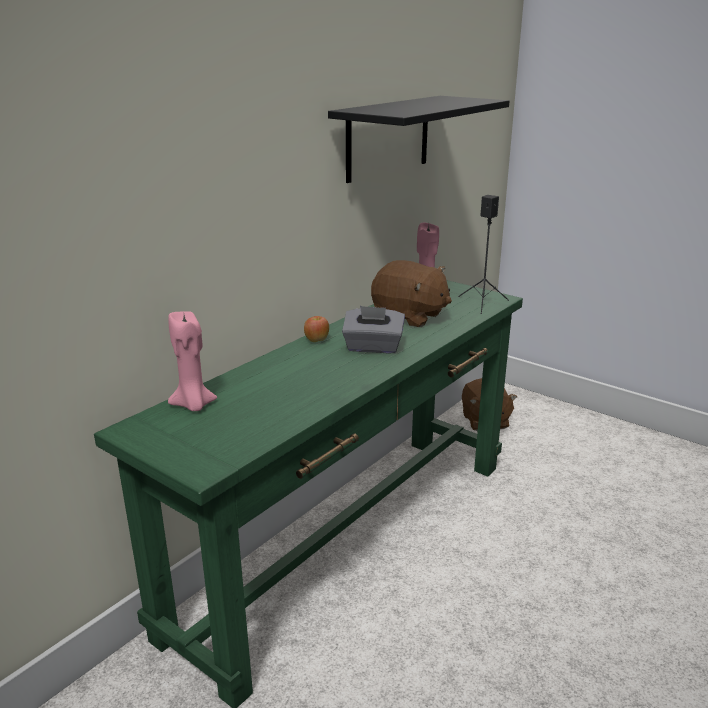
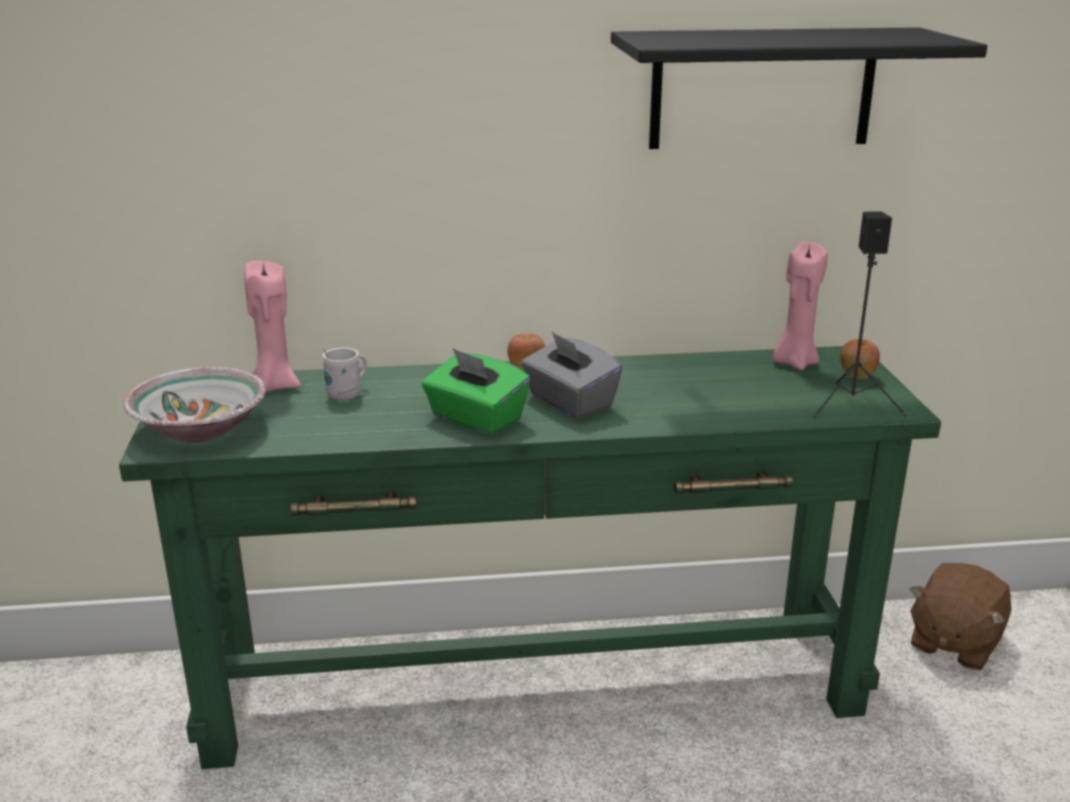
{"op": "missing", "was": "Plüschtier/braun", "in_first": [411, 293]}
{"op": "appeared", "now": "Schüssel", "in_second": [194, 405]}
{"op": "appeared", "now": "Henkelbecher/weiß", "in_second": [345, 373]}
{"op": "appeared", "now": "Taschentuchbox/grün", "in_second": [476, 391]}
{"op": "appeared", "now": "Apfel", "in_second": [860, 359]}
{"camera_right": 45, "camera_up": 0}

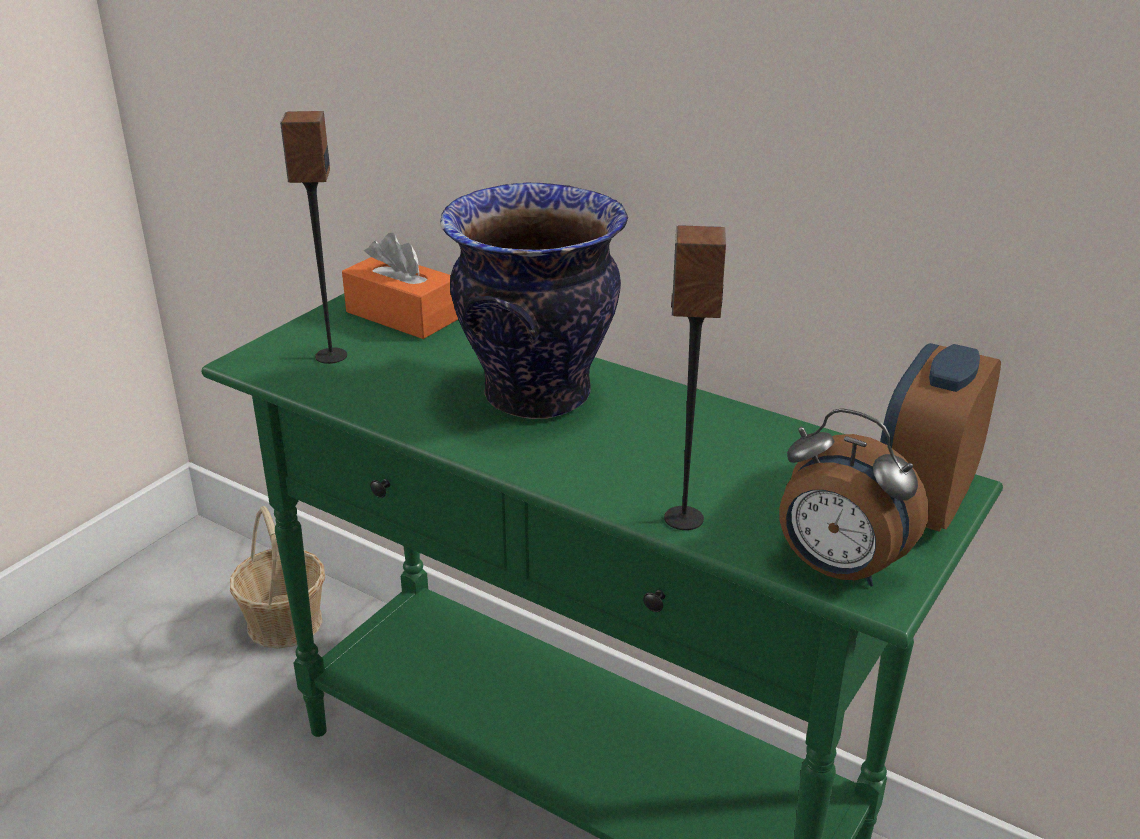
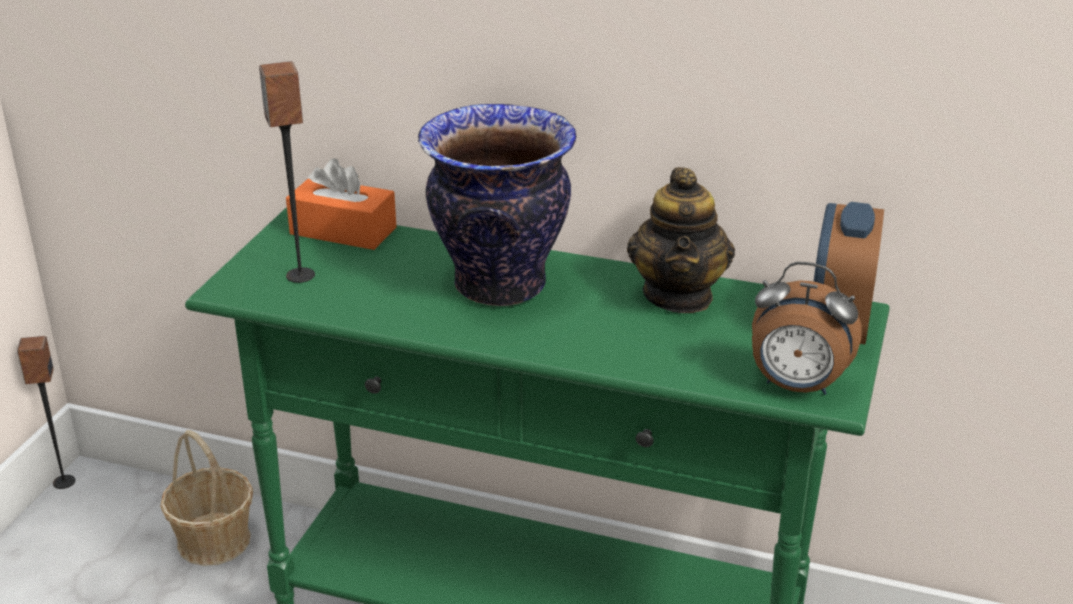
{"op": "relocated", "was": "Lautsprecher", "in_first": [695, 377], "in_second": [46, 412]}
{"op": "appeared", "now": "Teekanne", "in_second": [681, 240]}
{"camera_right": -15, "camera_up": 0}

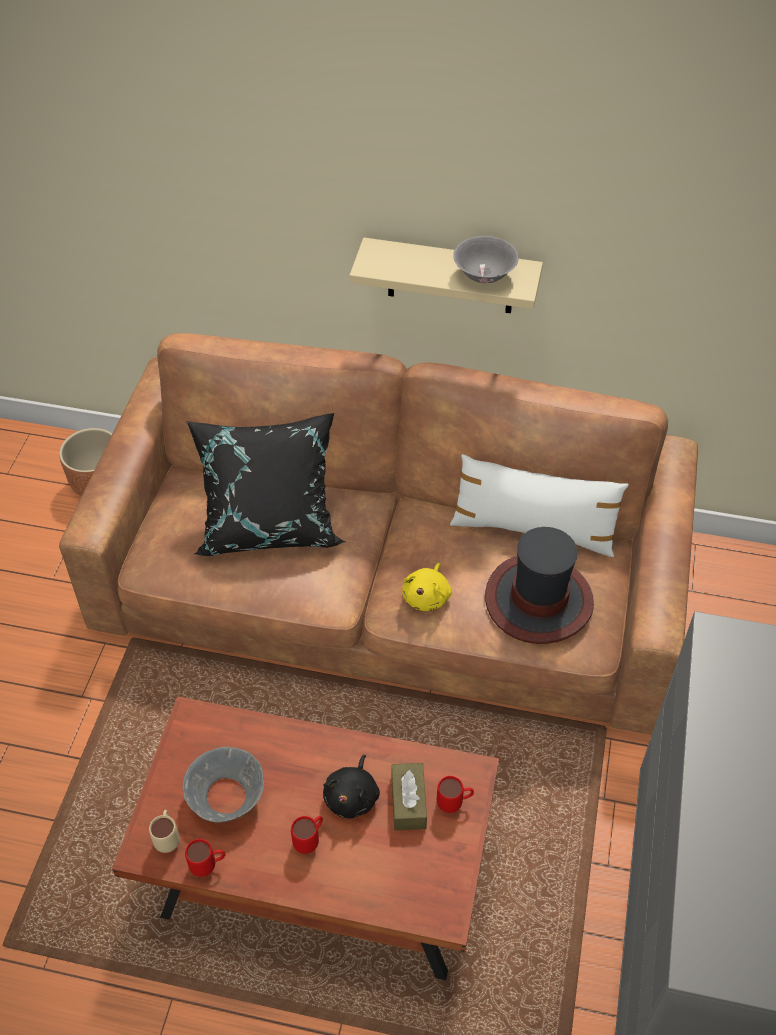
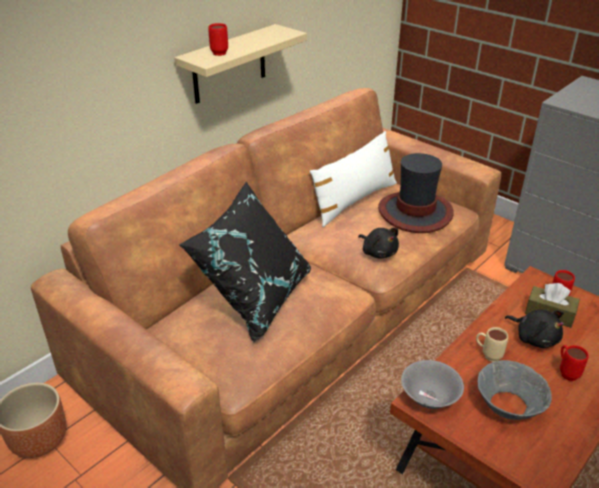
{"op": "relocated", "was": "Henkelbecher/beige", "in_first": [164, 831], "in_second": [492, 344]}
{"op": "relocated", "was": "Henkelbecher/rot", "in_first": [205, 858], "in_second": [218, 39]}
{"op": "colour", "was": "Plüschtier/gelb", "now": "Plüschtier/schwarz", "in_first": [427, 587], "in_second": [378, 243]}
{"op": "relocated", "was": "Schüssel/grau", "in_first": [486, 259], "in_second": [432, 384]}
{"camera_right": -60, "camera_up": -15}

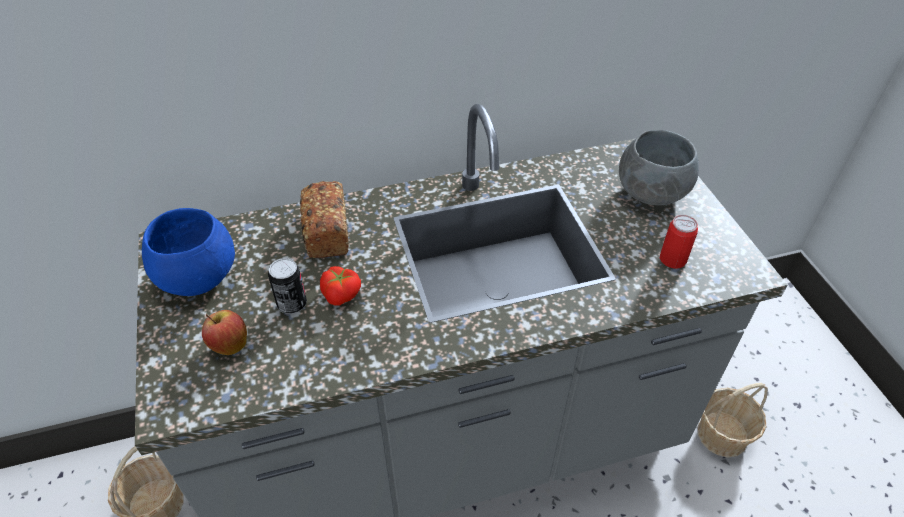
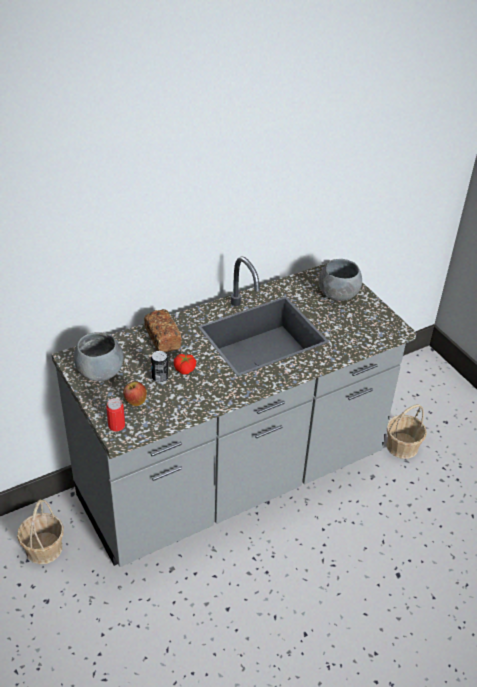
{"op": "colour", "was": "Schüssel/blau", "now": "Schüssel/grau", "in_first": [188, 252], "in_second": [98, 356]}
{"op": "relocated", "was": "Dose", "in_first": [679, 242], "in_second": [115, 414]}
{"camera_right": -15, "camera_up": -5}

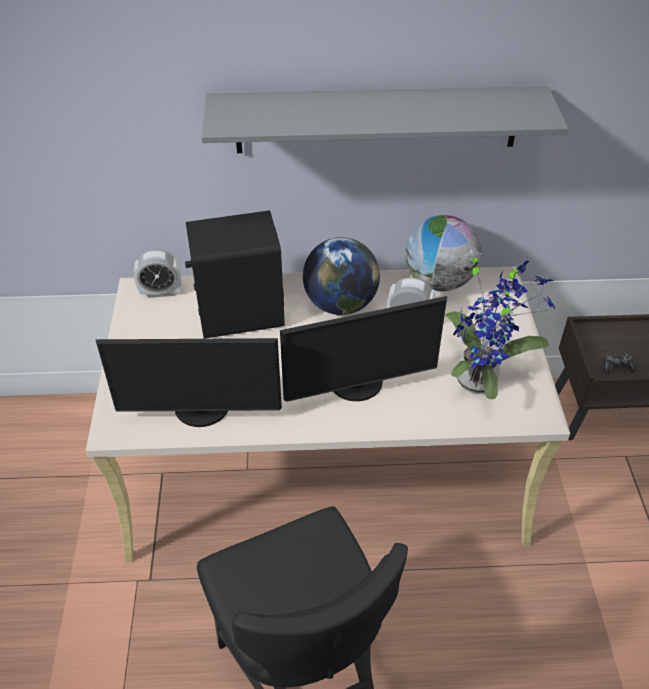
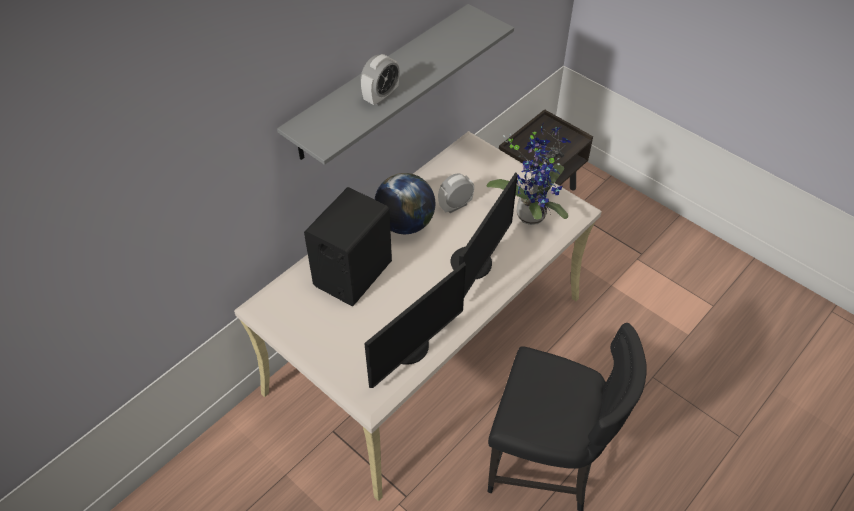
{"op": "relocated", "was": "Wecker", "in_first": [157, 273], "in_second": [380, 80]}
{"op": "missing", "was": "Globus", "in_first": [443, 253]}
{"camera_right": -45, "camera_up": 5}

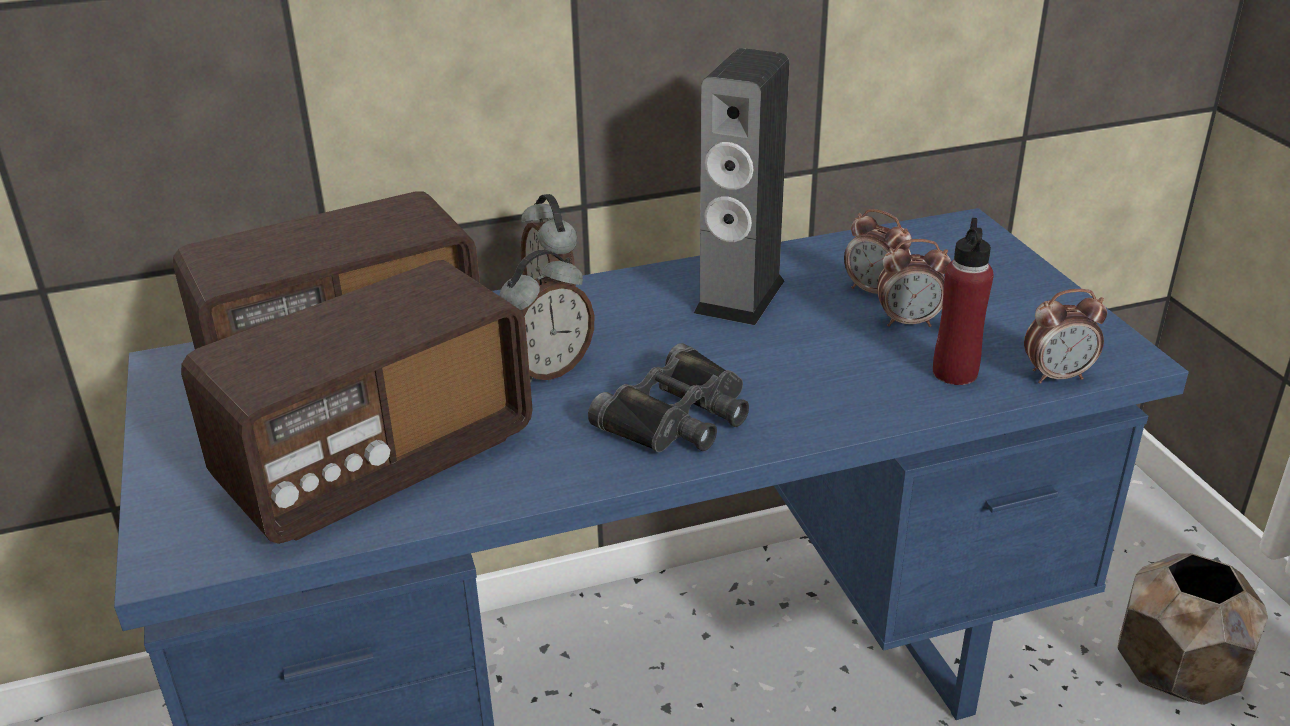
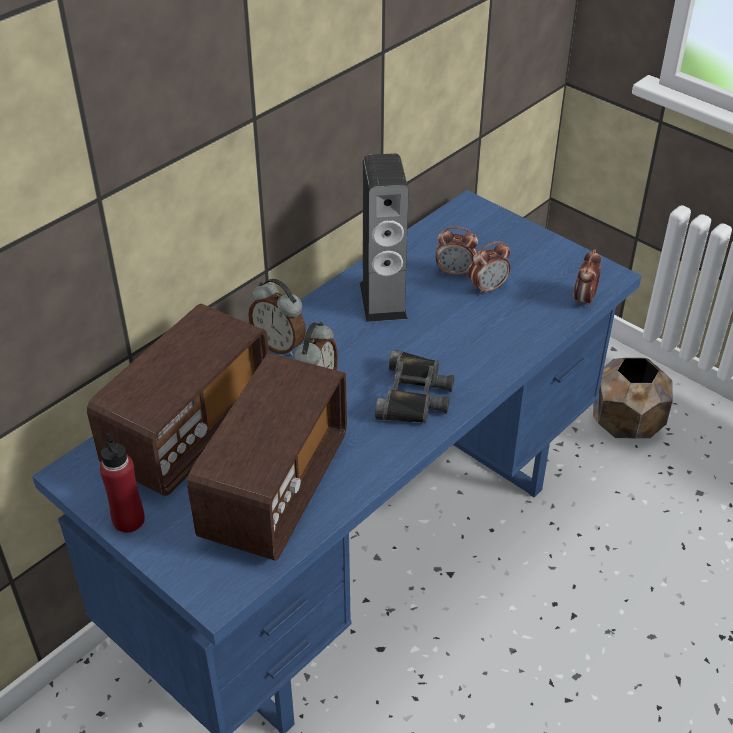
{"op": "relocated", "was": "Flasche/rot", "in_first": [963, 301], "in_second": [122, 483]}
{"op": "spun", "was": "Wecker", "in_first": [1065, 336], "in_second": [587, 278], "clockwise": 150}
{"camera_right": -30, "camera_up": 10}

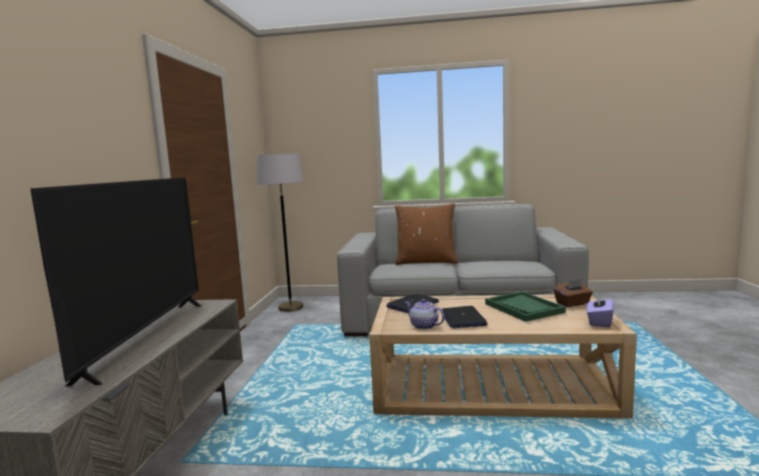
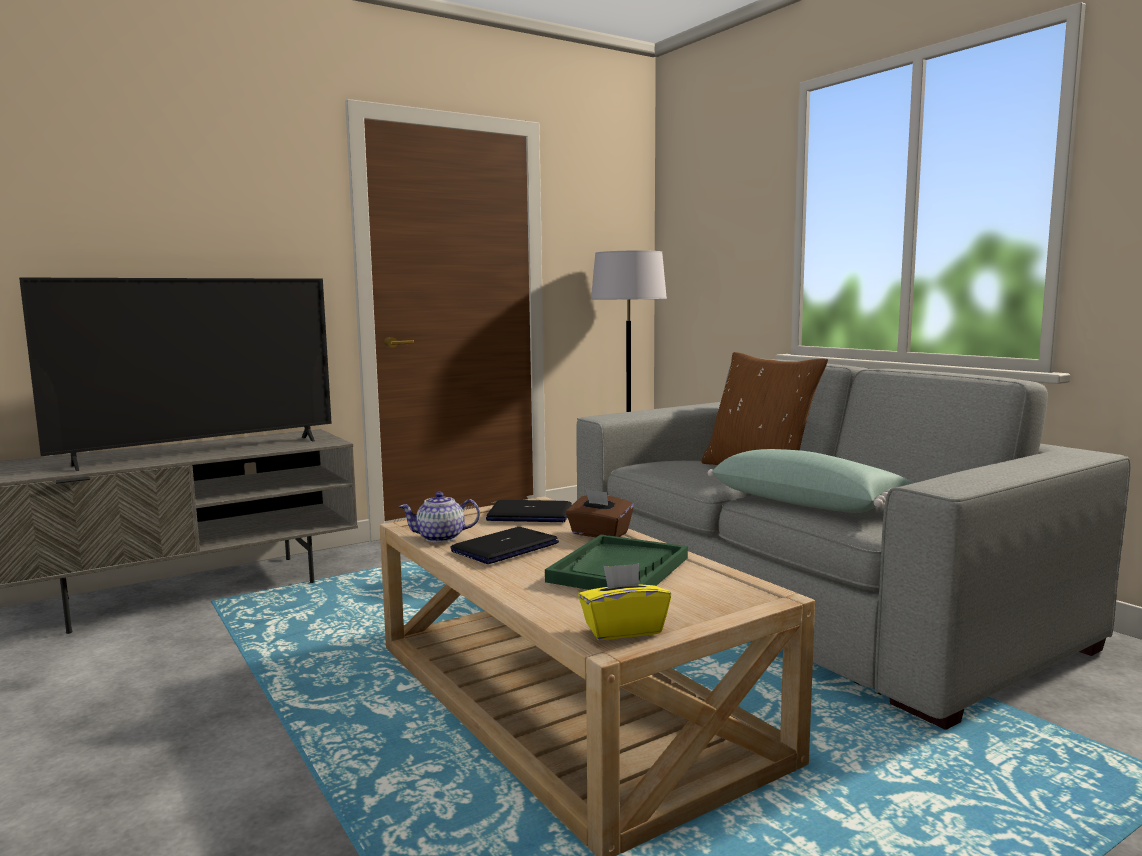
{"op": "spun", "was": "Teekanne", "in_first": [425, 314], "in_second": [439, 517], "clockwise": -105}
{"op": "relocated", "was": "Taschentuchbox/braun", "in_first": [573, 293], "in_second": [600, 513]}
{"op": "colour", "was": "Taschentuchbox/lila", "now": "Taschentuchbox/gelb", "in_first": [600, 310], "in_second": [624, 601]}
{"op": "appeared", "now": "Kissen/grün", "in_second": [810, 481]}
{"camera_right": 50, "camera_up": 0}

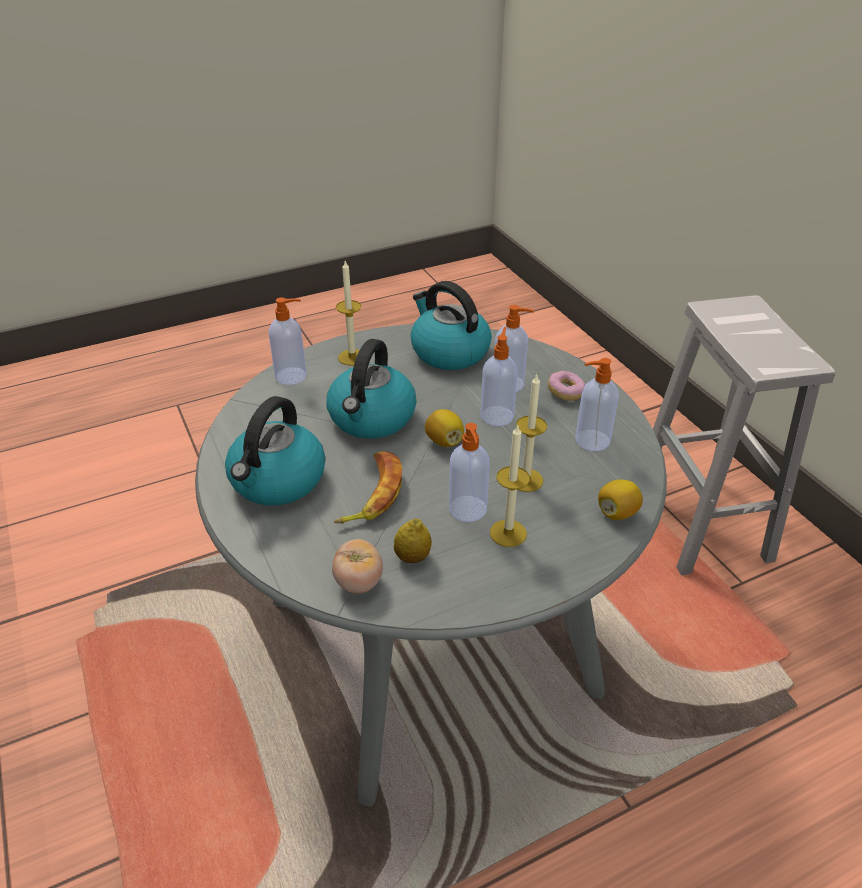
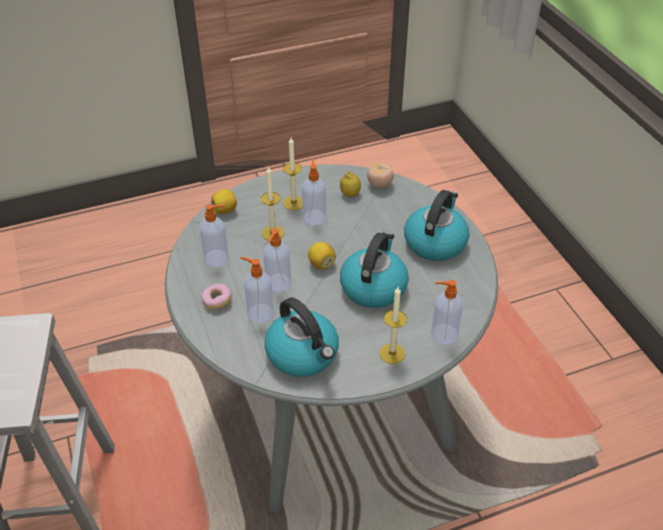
{"op": "missing", "was": "Banane", "in_first": [368, 487]}
{"camera_right": -175, "camera_up": 5}

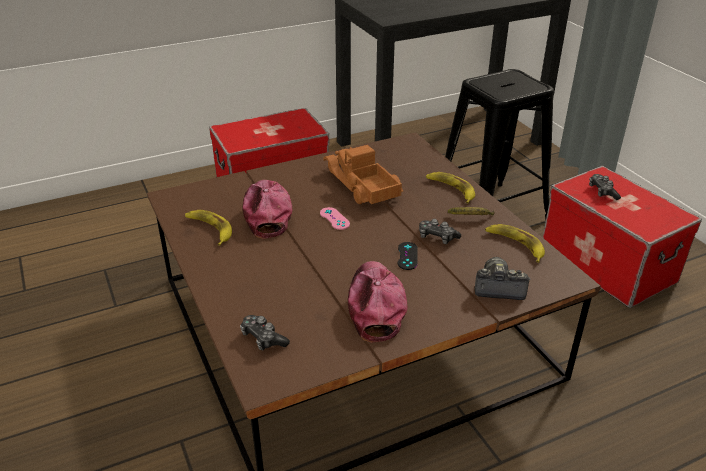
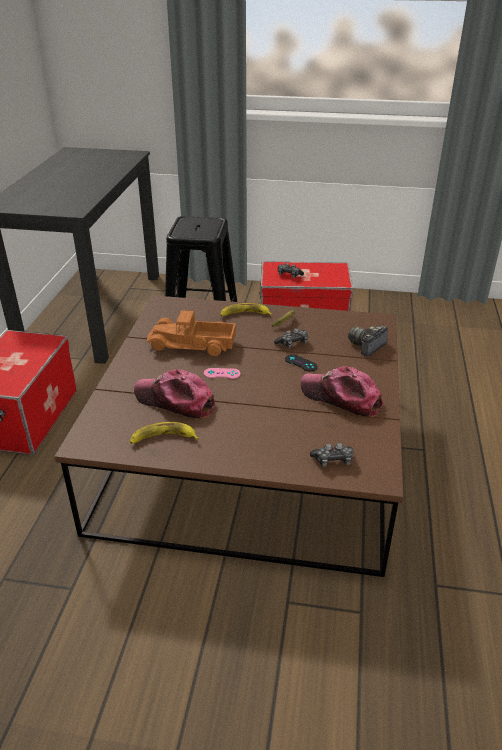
{"op": "missing", "was": "Banane", "in_first": [515, 243]}
{"camera_right": -55, "camera_up": 0}

